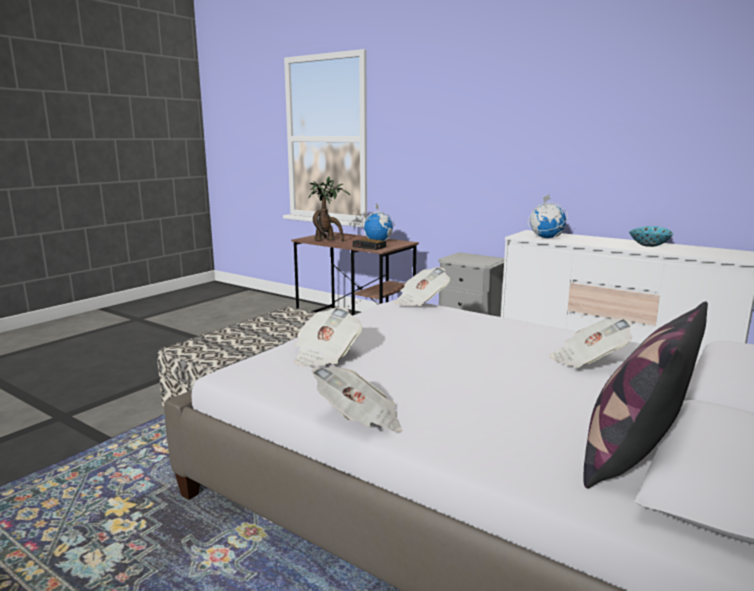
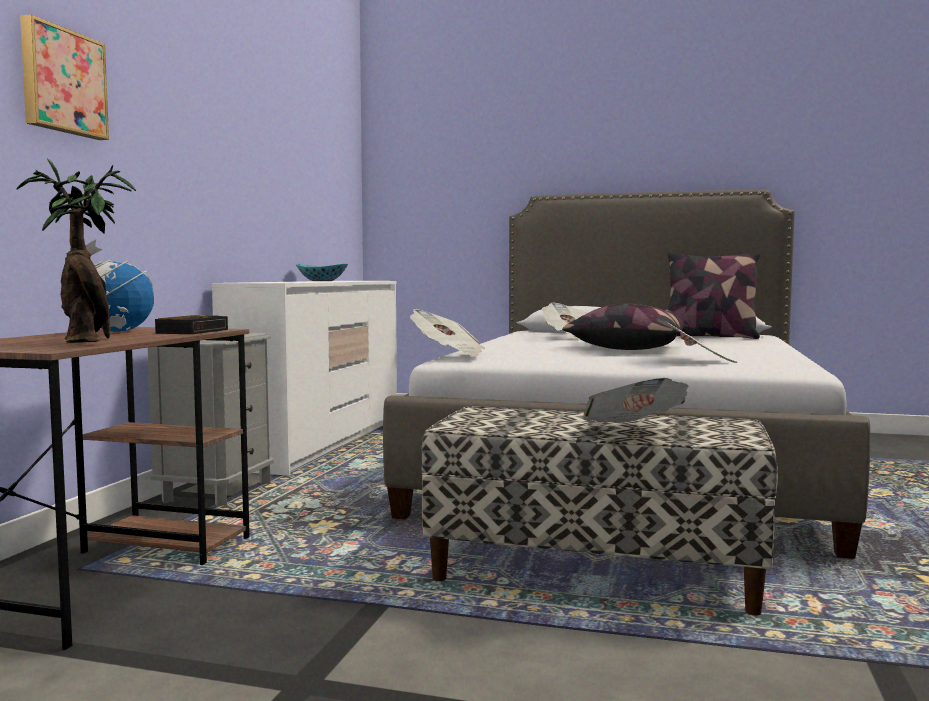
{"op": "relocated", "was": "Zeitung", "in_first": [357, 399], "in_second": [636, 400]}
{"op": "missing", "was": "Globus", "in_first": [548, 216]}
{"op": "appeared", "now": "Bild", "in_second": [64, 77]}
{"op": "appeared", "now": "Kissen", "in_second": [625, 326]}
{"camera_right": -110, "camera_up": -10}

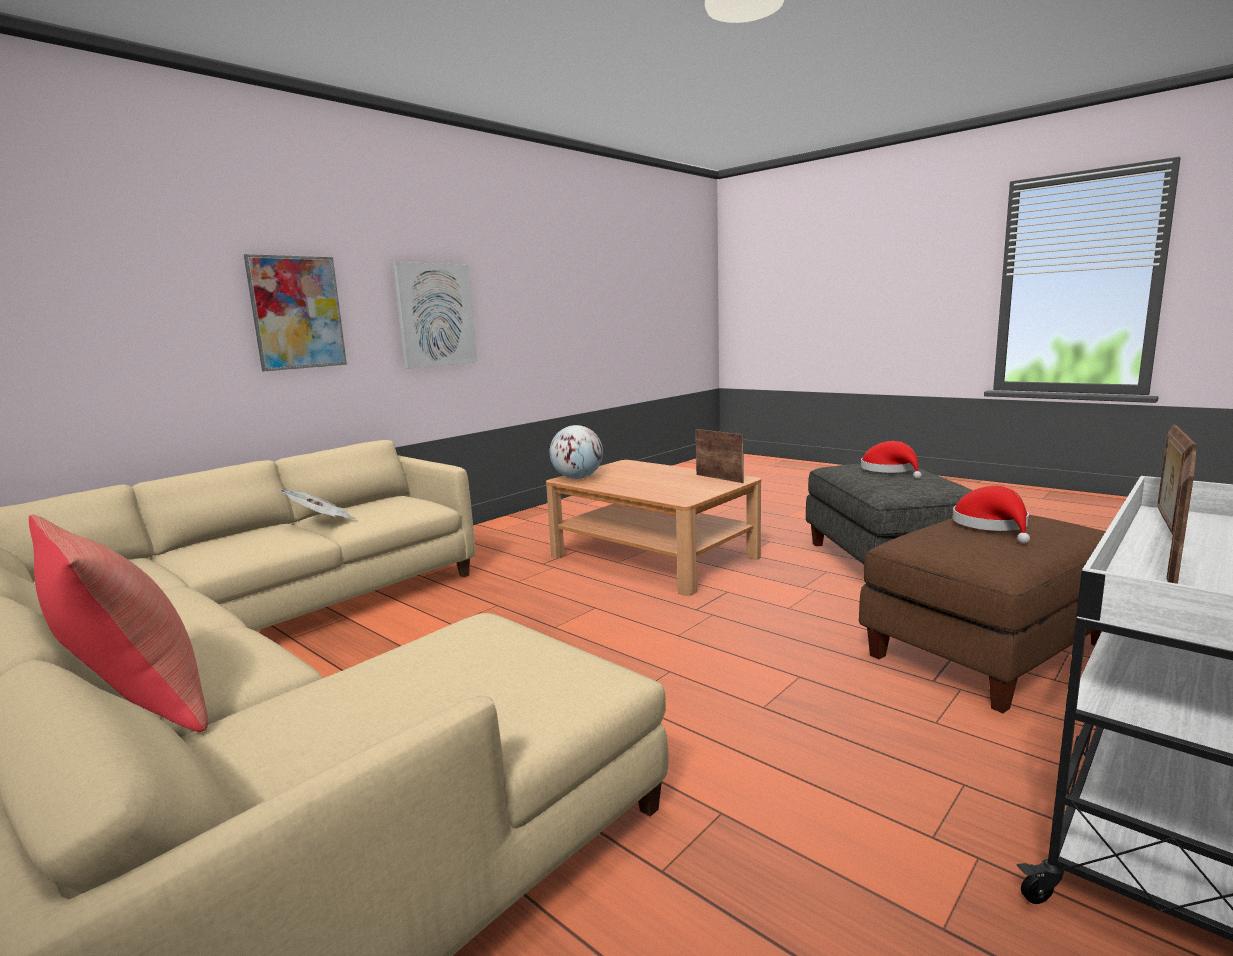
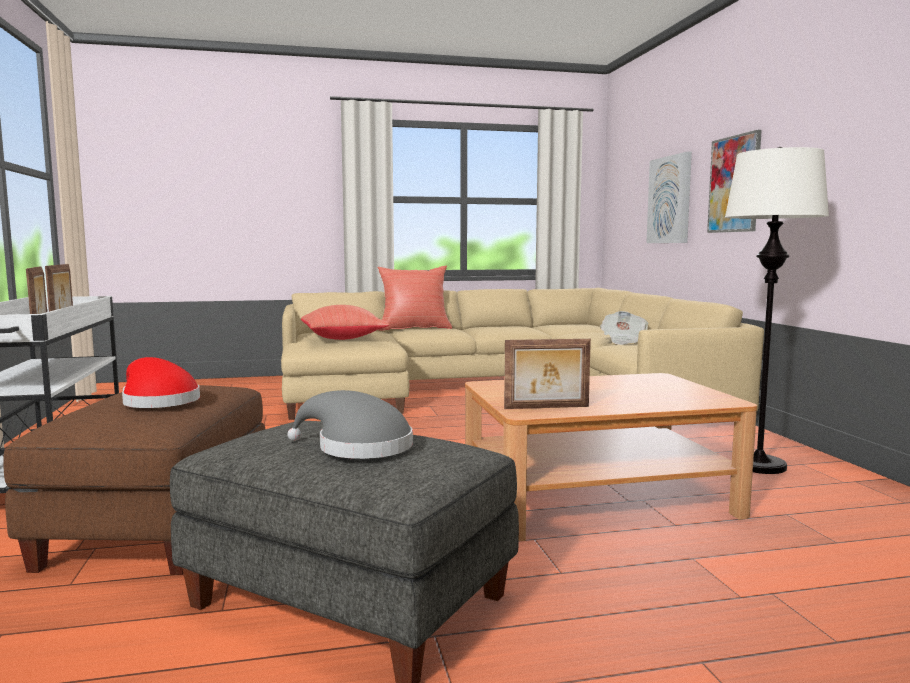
{"op": "relocated", "was": "Bild", "in_first": [435, 315], "in_second": [669, 197]}
{"op": "missing", "was": "Globus", "in_first": [576, 452]}
{"op": "colour", "was": "Hut/rot", "now": "Hut/grau", "in_first": [891, 460], "in_second": [350, 424]}
{"op": "appeared", "now": "Kissen/rot", "in_second": [345, 322]}
{"op": "appeared", "now": "Stehlampe/weiß", "in_second": [777, 310]}
{"camera_right": 125, "camera_up": -5}

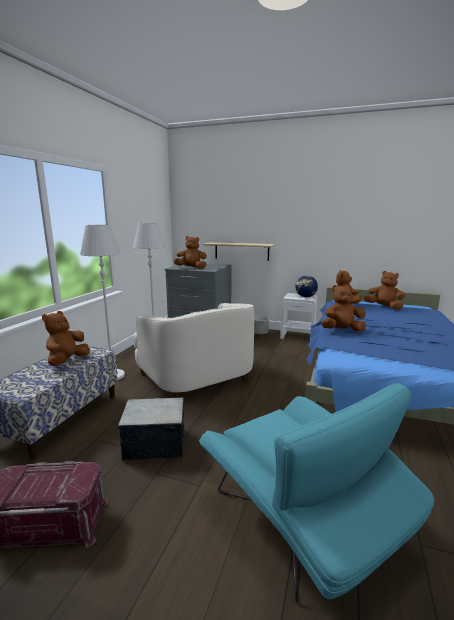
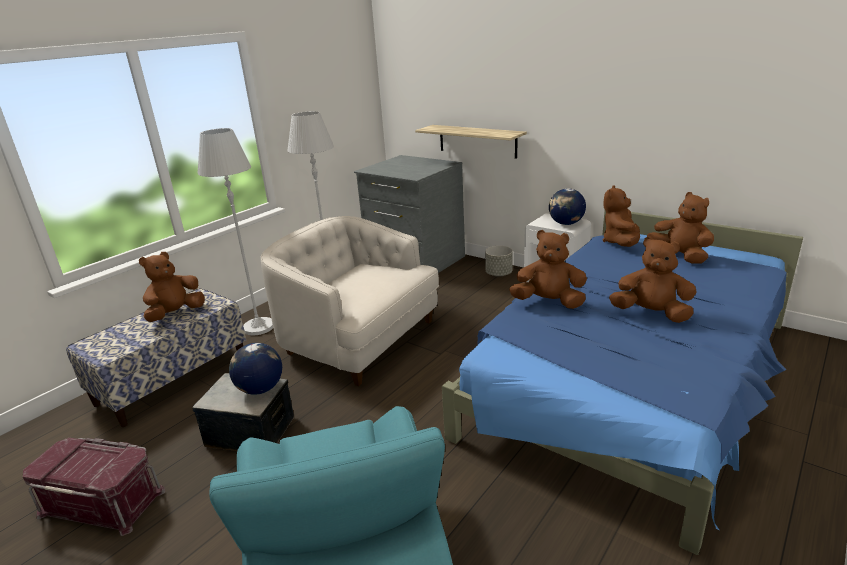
{"op": "spun", "was": "Sessel/weiß", "in_first": [193, 350], "in_second": [350, 301], "clockwise": 135}
{"op": "relocated", "was": "Plüschtier/braun", "in_first": [190, 252], "in_second": [653, 280]}
{"op": "appeared", "now": "Globus", "in_second": [255, 369]}
{"camera_right": 20, "camera_up": 10}

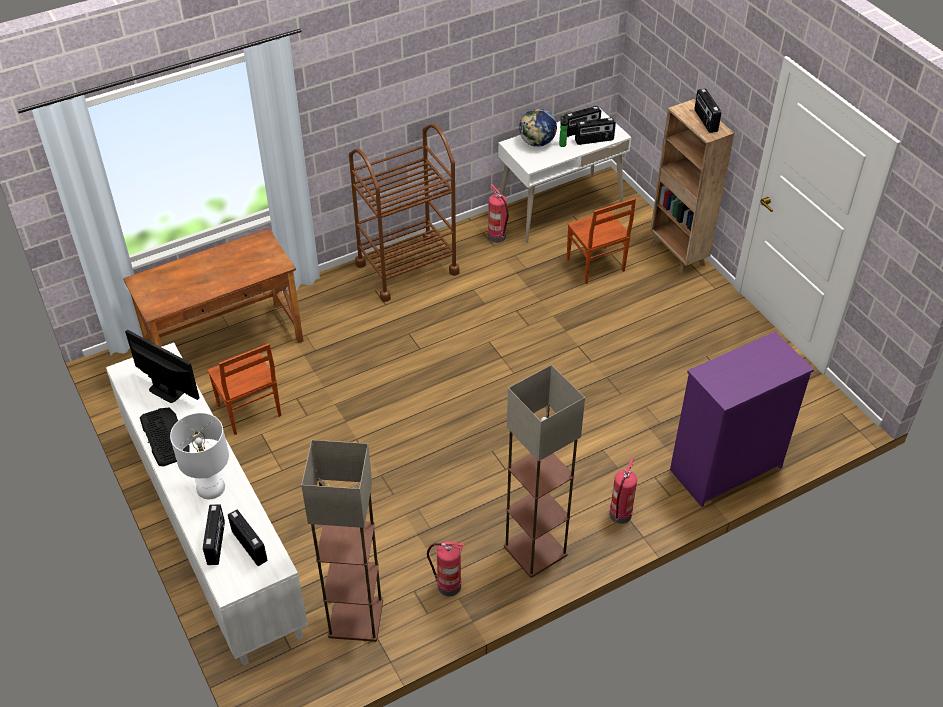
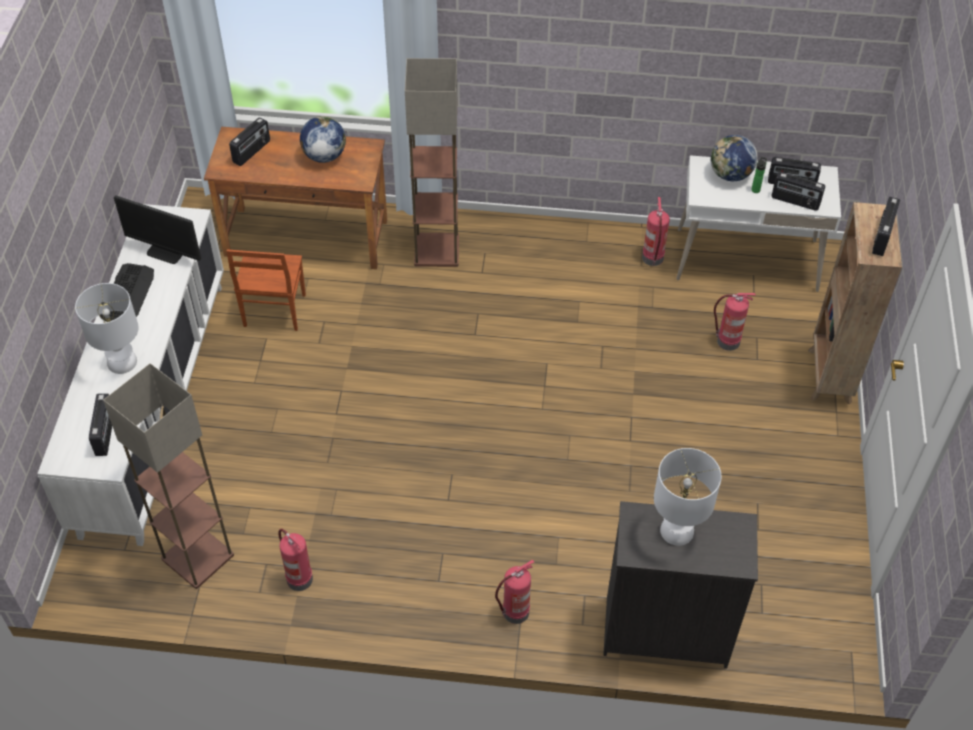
{"op": "spun", "was": "Monitor", "in_first": [162, 366], "in_second": [157, 229], "clockwise": 135}
{"op": "relocated", "was": "Radio", "in_first": [214, 534], "in_second": [249, 141]}
{"op": "missing", "was": "Rollwagen/braun", "in_first": [404, 213]}
{"op": "relocated", "was": "Stehlampe", "in_first": [544, 471], "in_second": [432, 162]}
{"op": "exchanged", "was": "Stuhl/braun", "now": "Feuerlöscher", "in_first": [601, 241], "in_second": [735, 322]}
{"op": "colour", "was": "Kommode/lila", "now": "Kommode/schwarz", "in_first": [742, 419], "in_second": [680, 584]}
{"op": "appeared", "now": "Globus", "in_second": [323, 139]}
{"op": "appeared", "now": "Tischlampe/weiß", "in_second": [688, 497]}
{"camera_right": 35, "camera_up": 5}

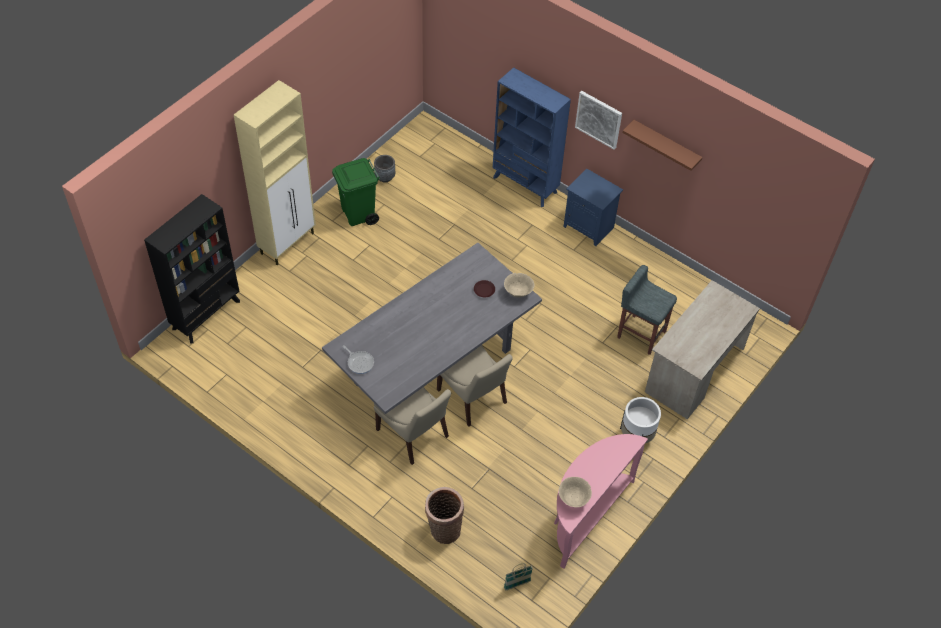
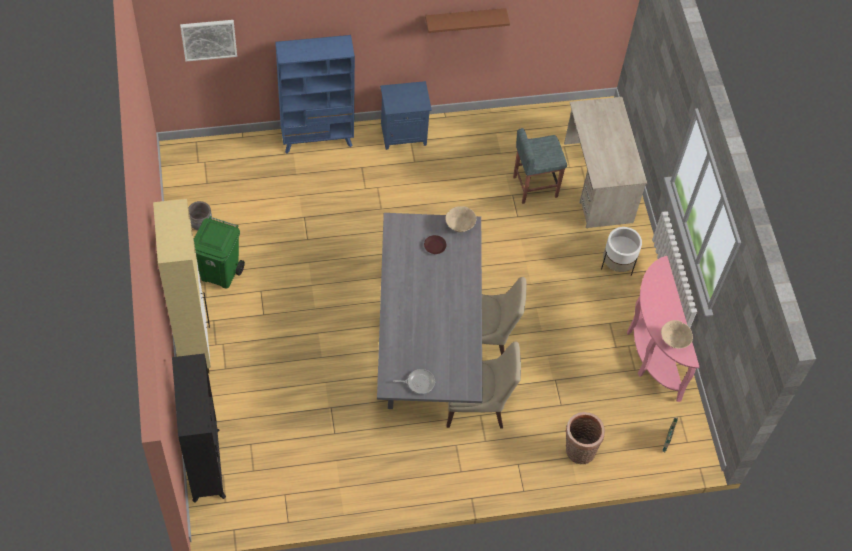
{"op": "relocated", "was": "Bild", "in_first": [598, 120], "in_second": [208, 40]}
{"camera_right": -50, "camera_up": 5}

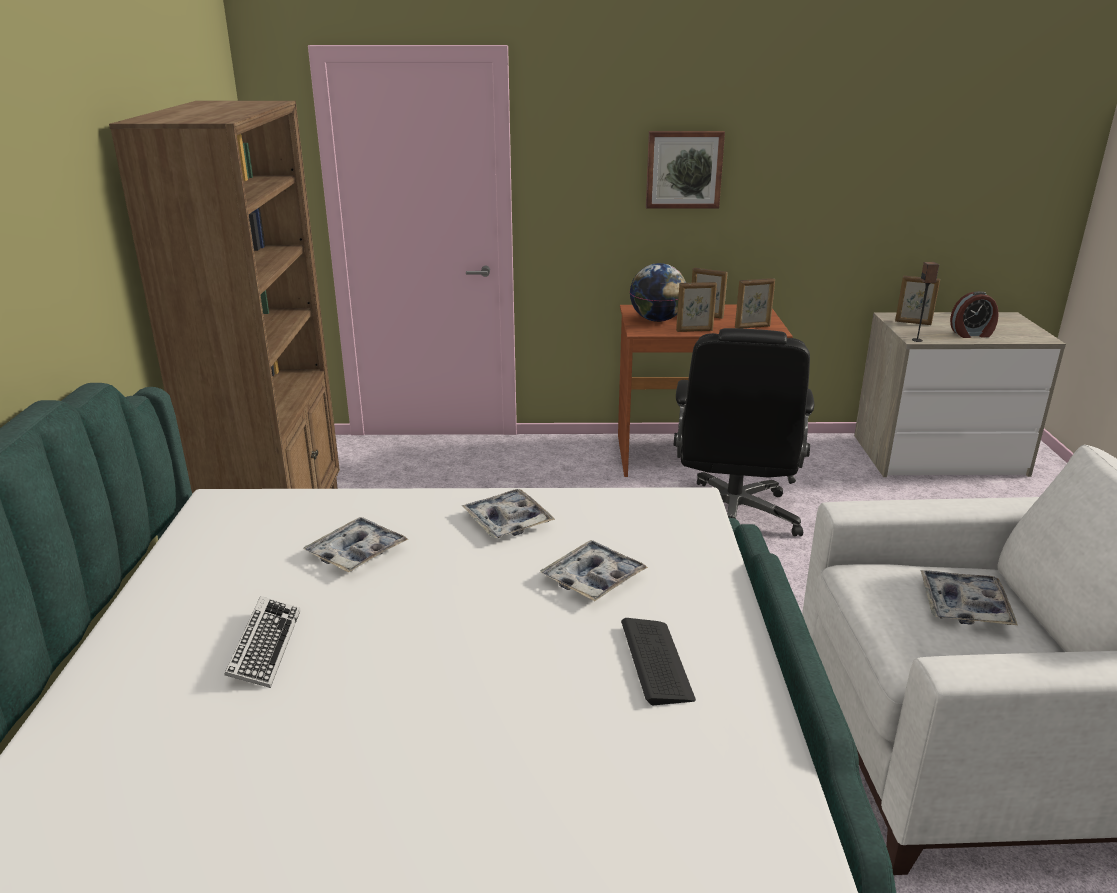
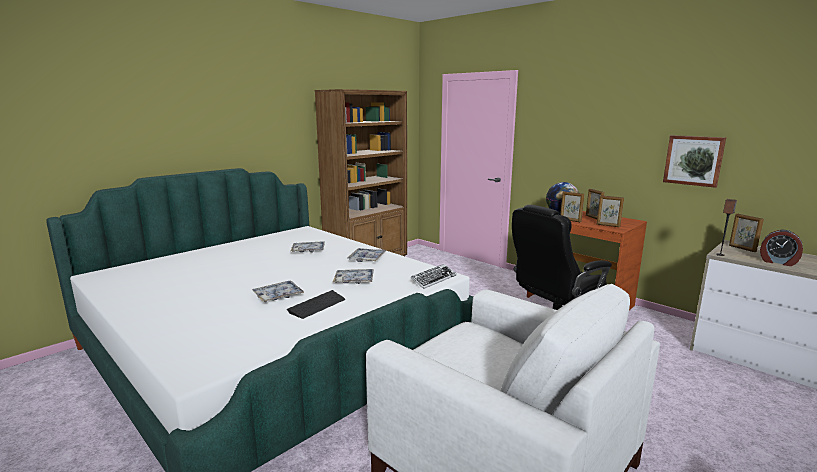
{"op": "relocated", "was": "Tastatur", "in_first": [262, 642], "in_second": [434, 276]}
{"op": "relocated", "was": "Bild", "in_first": [685, 170], "in_second": [694, 161]}
{"op": "relocated", "was": "Tablett", "in_first": [969, 597], "in_second": [278, 291]}
{"camera_right": 45, "camera_up": -10}

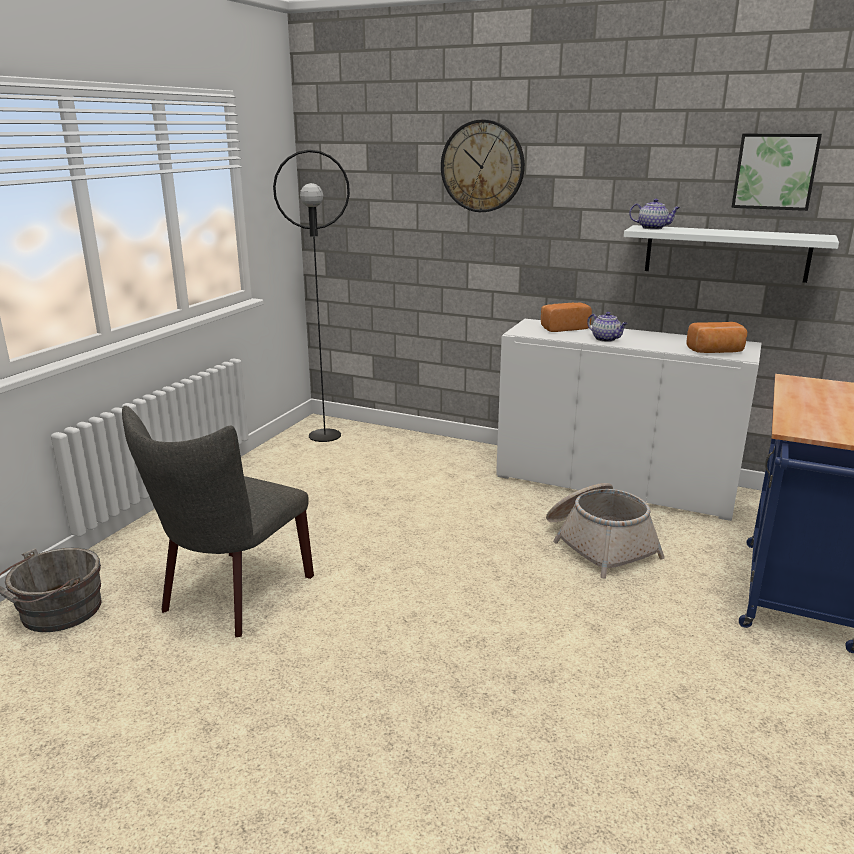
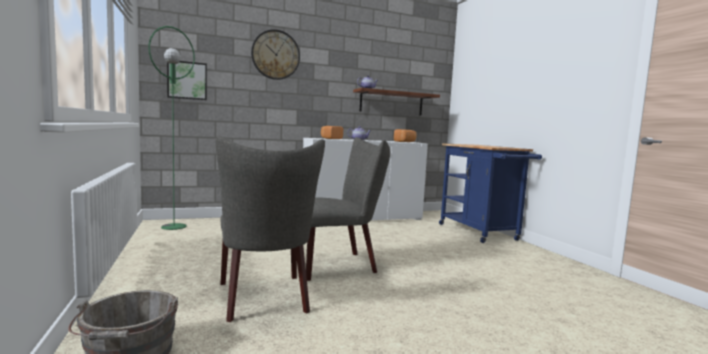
{"op": "colour", "was": "Stehlampe/schwarz", "now": "Stehlampe/grün", "in_first": [311, 296], "in_second": [171, 128]}
{"op": "missing", "was": "Korb", "in_first": [605, 531]}
{"op": "colour", "was": "Wandregal/weiß", "now": "Wandregal/braun", "in_first": [731, 254], "in_second": [396, 101]}
{"op": "relocated", "was": "Bild", "in_first": [776, 172], "in_second": [187, 80]}
{"op": "appeared", "now": "Stuhl/grau", "in_second": [348, 209]}
{"camera_right": -45, "camera_up": -15}

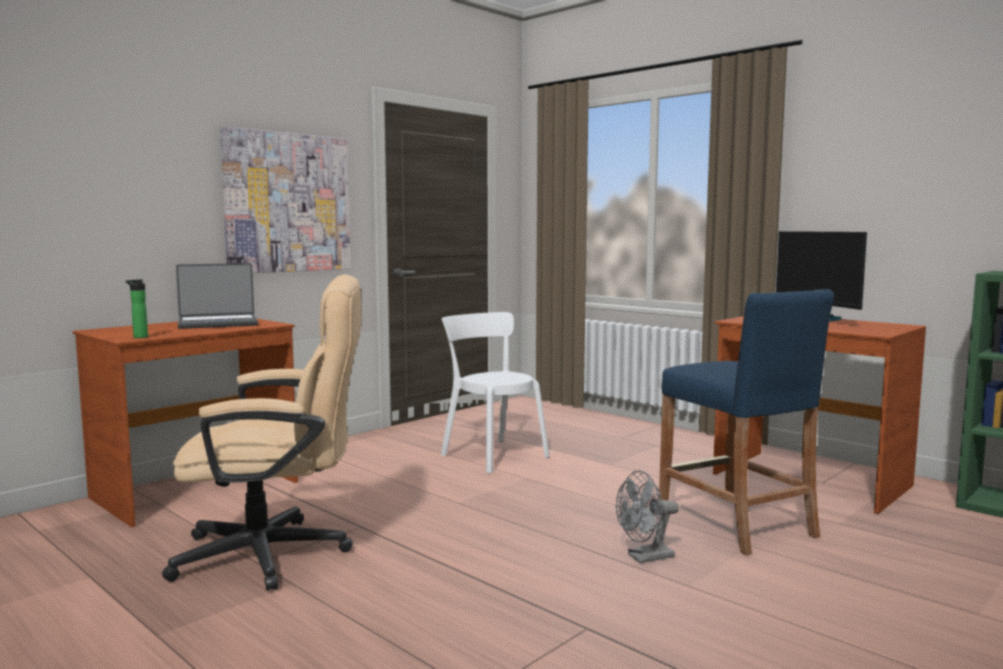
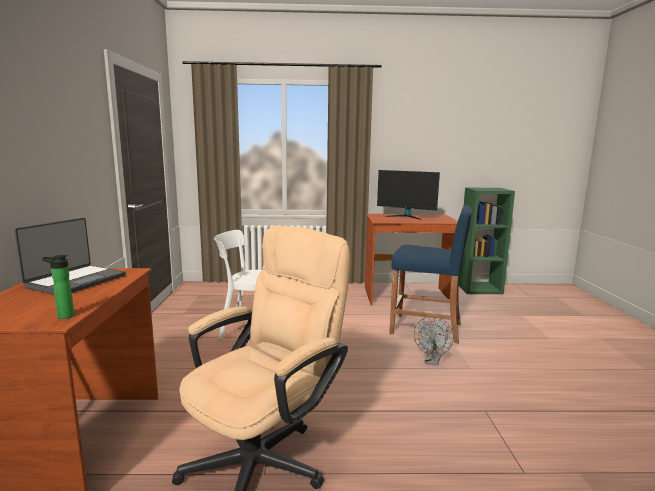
{"op": "missing", "was": "Bild", "in_first": [285, 199]}
{"camera_right": -45, "camera_up": 5}

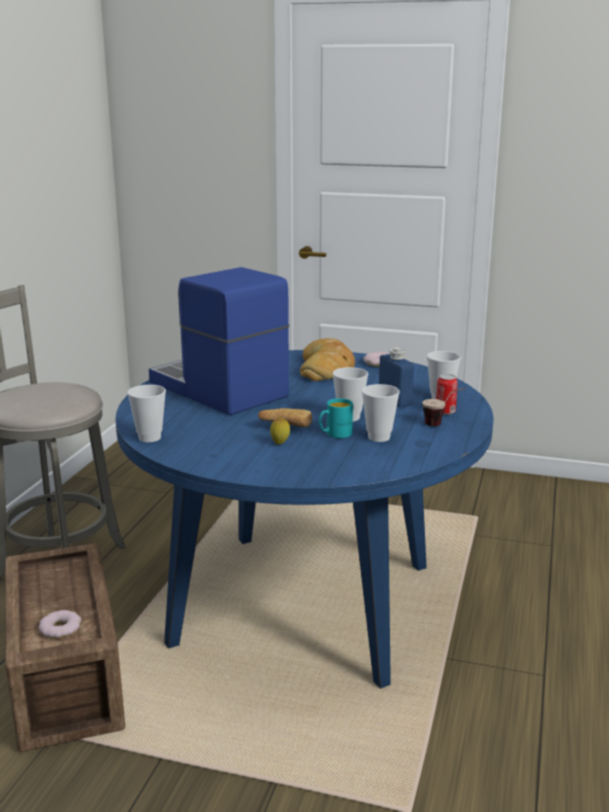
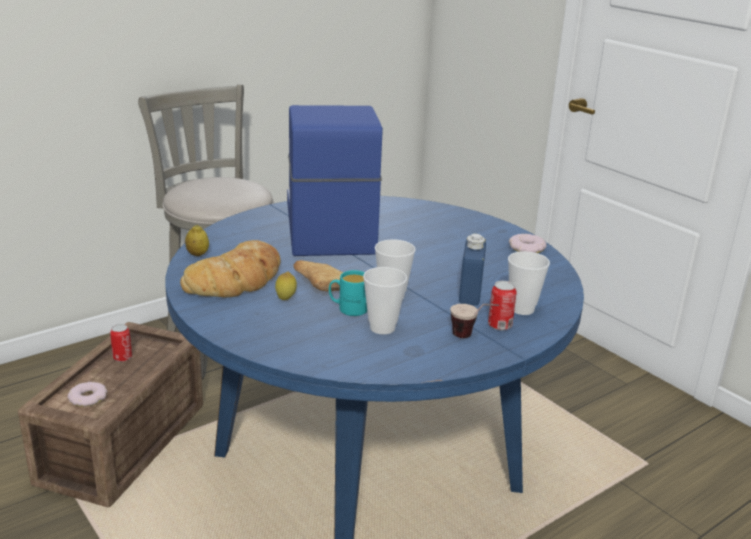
{"op": "exchanged", "was": "Tasse", "now": "Zitrone", "in_first": [146, 413], "in_second": [197, 240]}
{"op": "relocated", "was": "Brot", "in_first": [327, 359], "in_second": [230, 269]}
{"op": "appeared", "now": "Dose", "in_second": [121, 343]}
{"camera_right": 35, "camera_up": 5}

